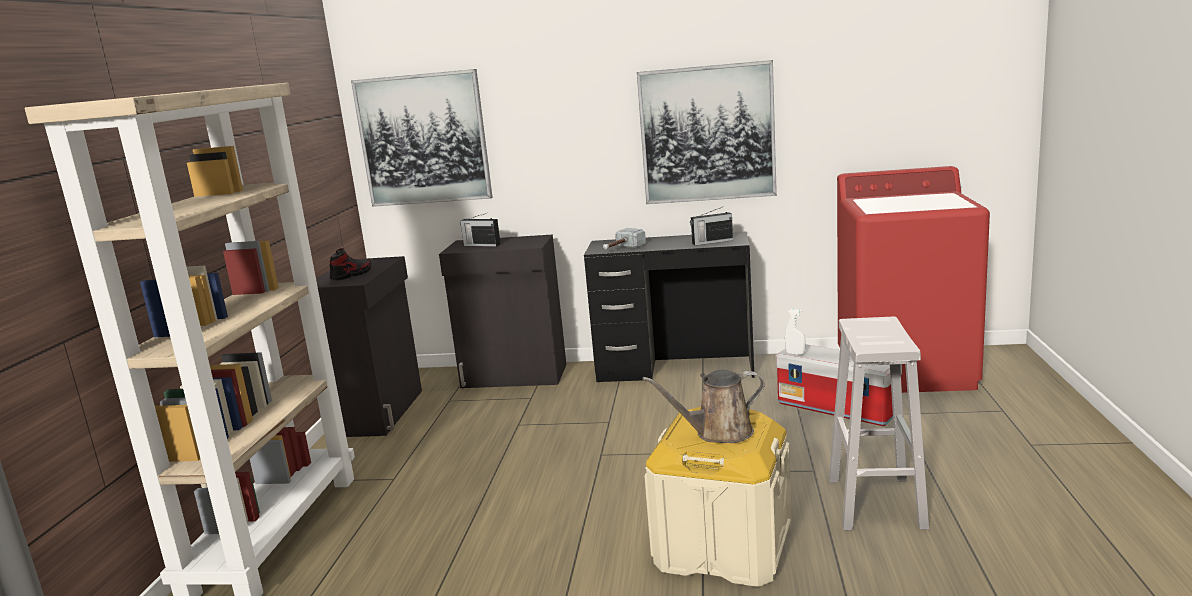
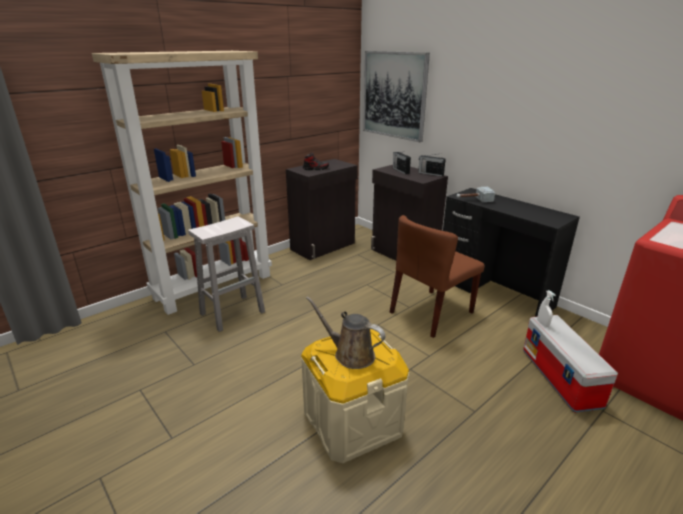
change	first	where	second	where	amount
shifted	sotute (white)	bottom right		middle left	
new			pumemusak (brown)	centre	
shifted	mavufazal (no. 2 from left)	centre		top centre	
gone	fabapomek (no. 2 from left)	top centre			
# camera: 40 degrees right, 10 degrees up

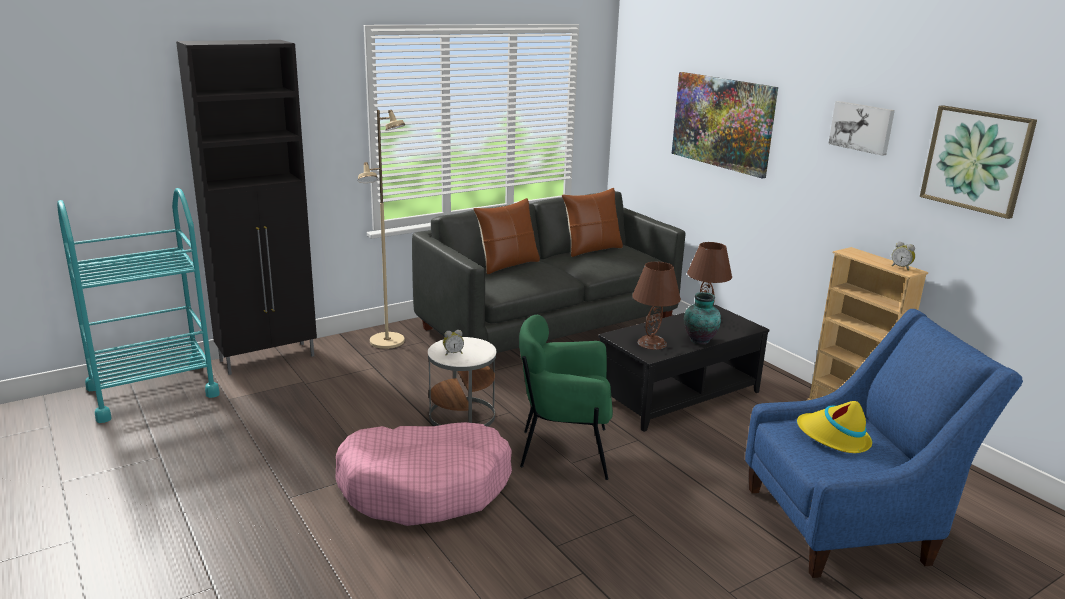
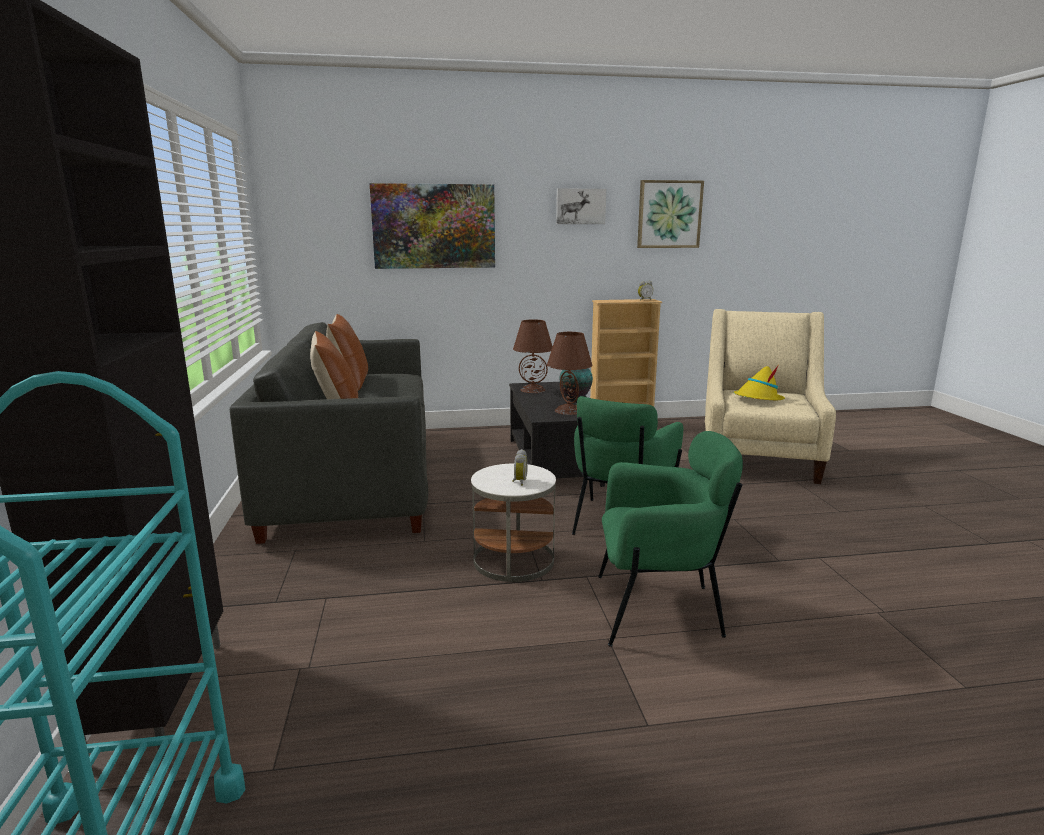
change	first	where	second	where	amount
swapped	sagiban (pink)	bottom centre	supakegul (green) (no. 2 from left)	centre	
repainted	supakegul (blue)	bottom right	supakegul (beige)	middle right	
gone	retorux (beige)	centre			
# camera: 65 degrees left, 5 degrees down

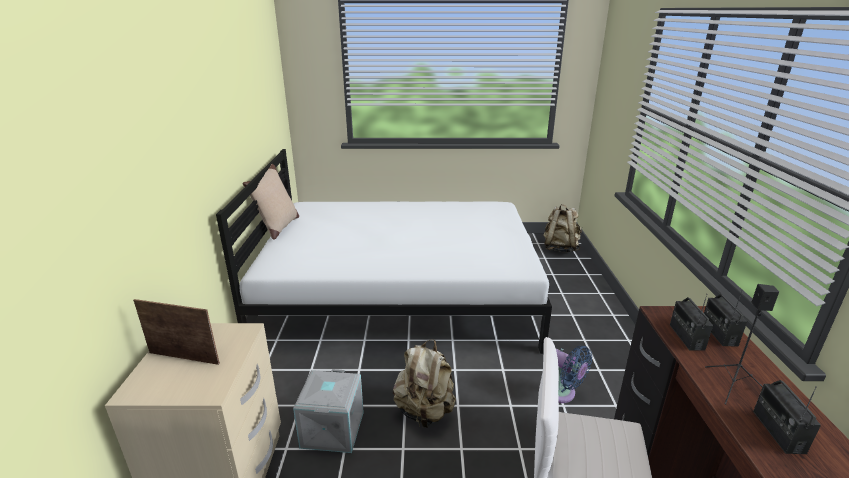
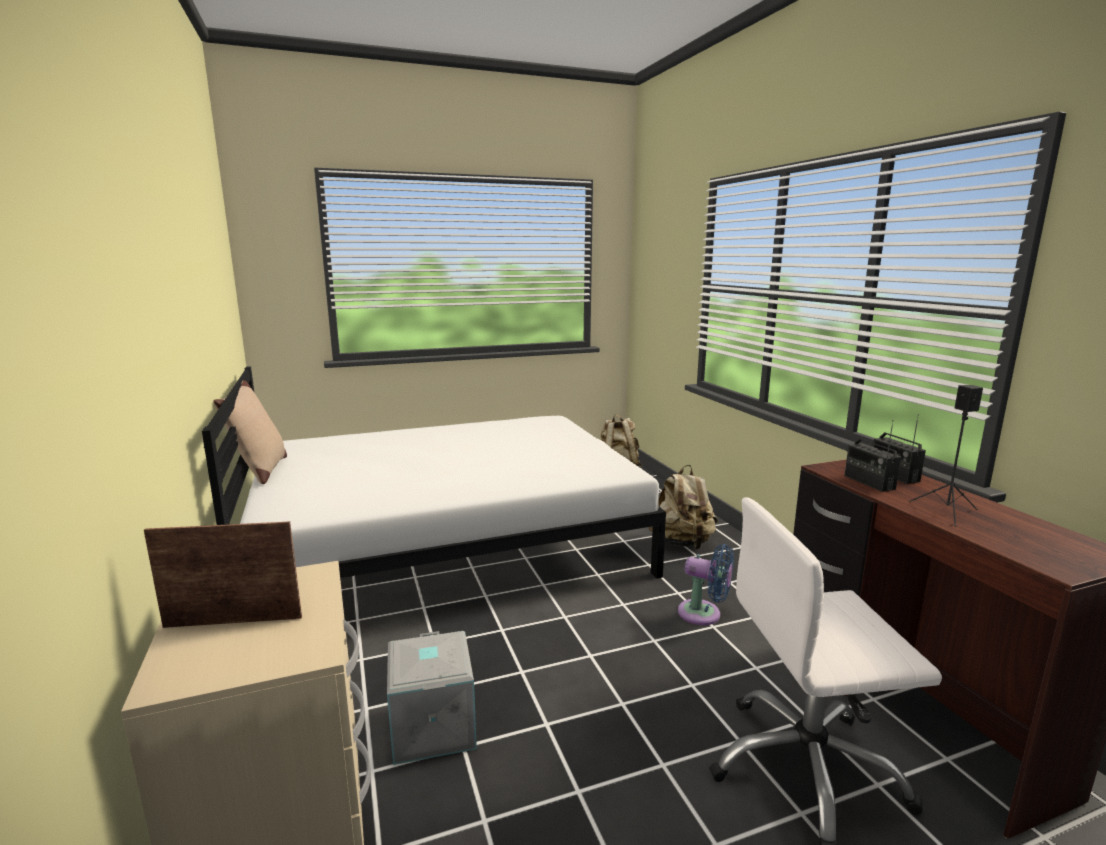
change	first	where	second	where	amount
shifted	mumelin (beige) (no. 1 from left in the first image)	bottom centre	mumelin (beige) (no. 2 from left)	centre	
gone	mavufazal (no. 3 from left)	bottom right			
# camera: 20 degrees left, 10 degrees down

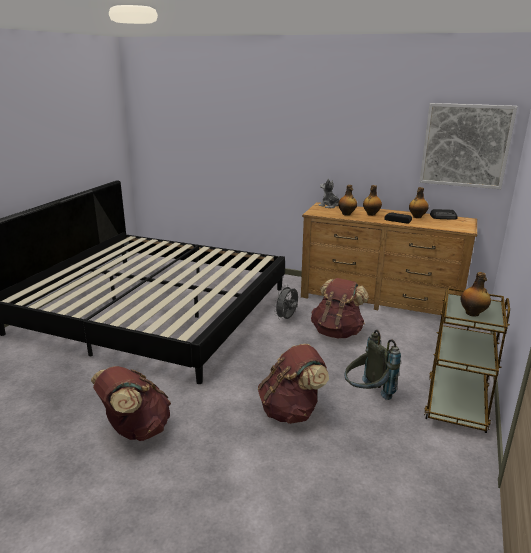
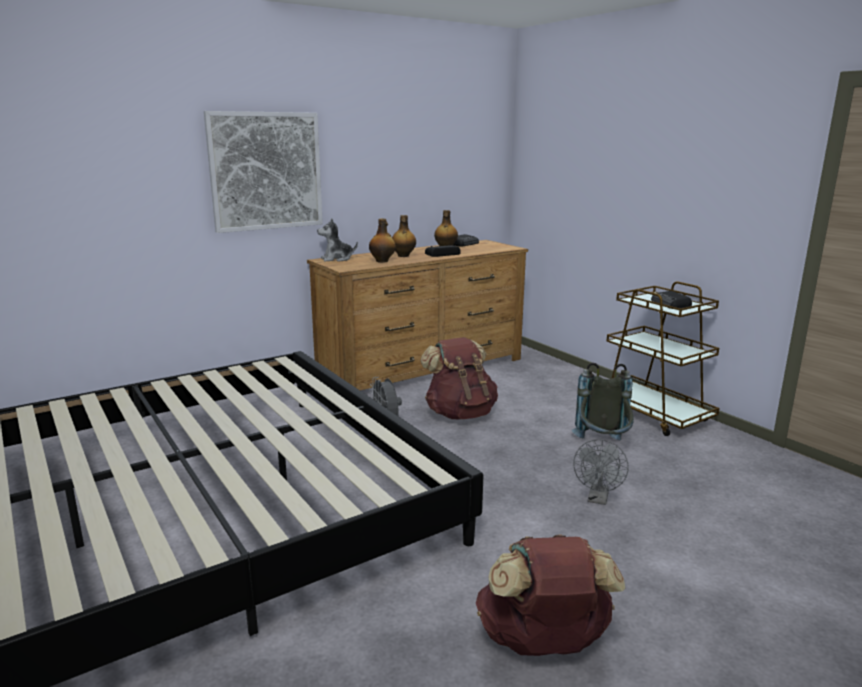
change	first	where	second	where	amount
shifted	fabapomek	top right		top left	
swapped	mumelin (brown) (no. 2 from left)	bottom centre	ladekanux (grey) (no. 2 from left)	bottom right	
swapped	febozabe (no. 4 from left)	middle right	mavufazal (no. 3 from left)	middle right	
# camera: 55 degrees left, 5 degrees down

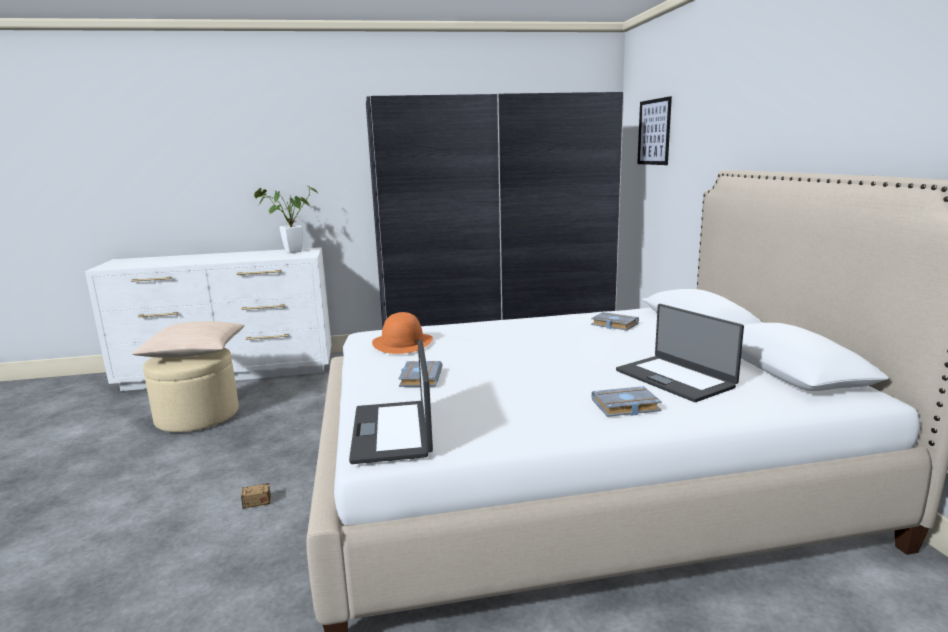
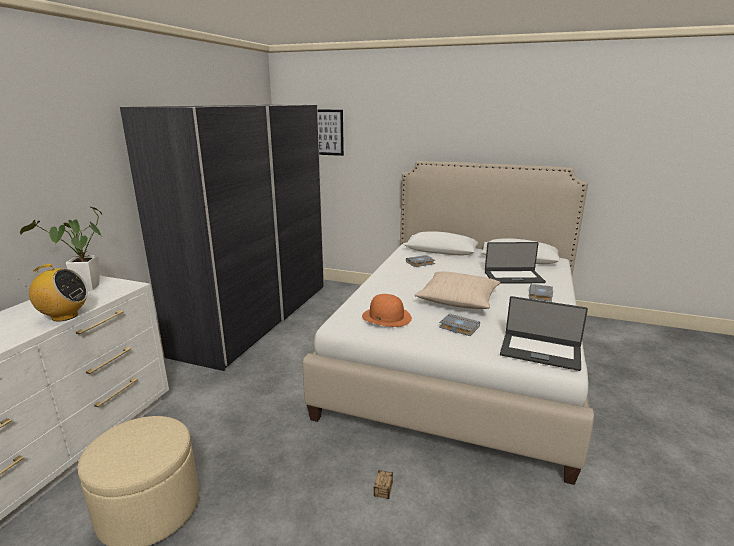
change	first	where	second	where	amount
new			mavufazal	middle left	
shifted	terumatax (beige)	middle left		centre	
# camera: 60 degrees left, 5 degrees up

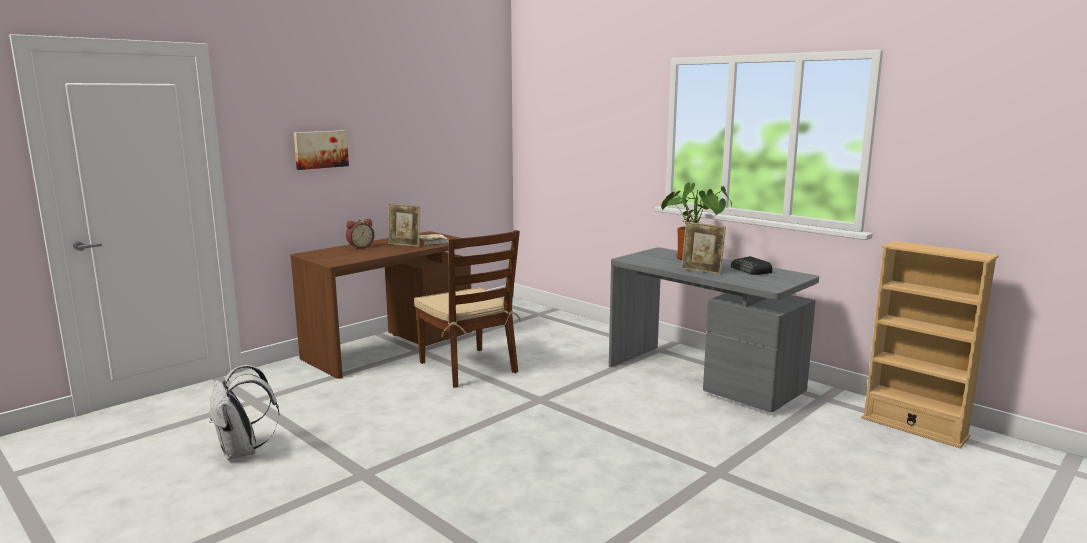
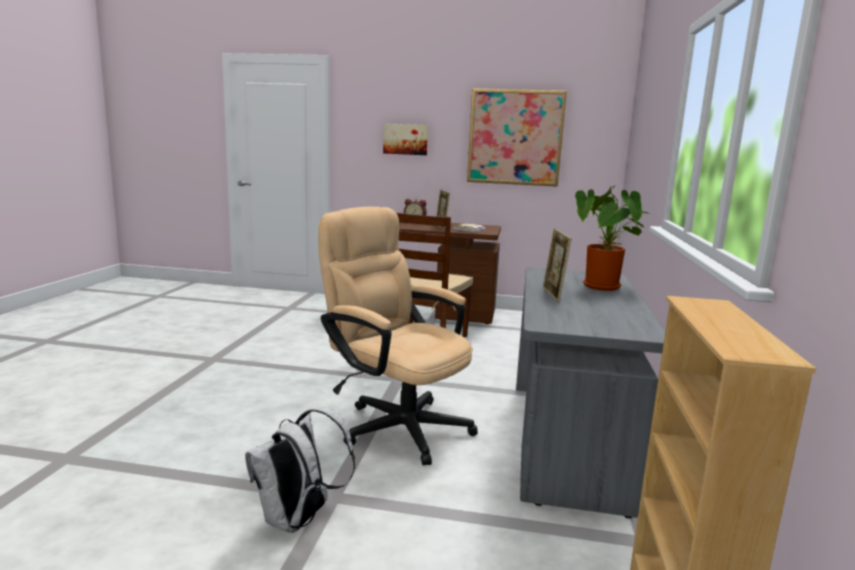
change	first	where	second	where	amount
shifted	mumelin (white)	bottom left		bottom centre	
new			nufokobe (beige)	centre	
new			fabapomek (no. 2 from left)	top centre	
gone	mavufazal	middle right			
# camera: 55 degrees right, 0 degrees up

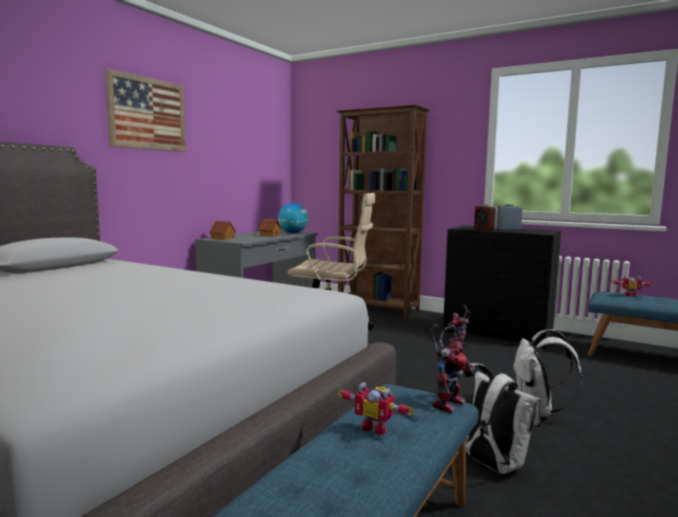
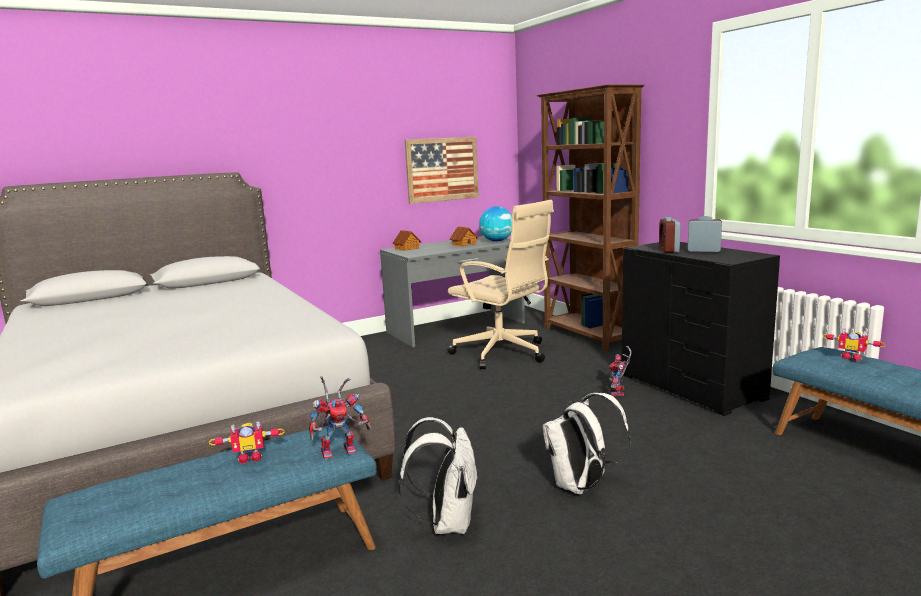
change	first	where	second	where	amount
rotated	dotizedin (no. 1 from left)	bottom centre		bottom left	75 degrees counterclockwise
shifted	fabapomek	top left		top centre	
# camera: 30 degrees right, 5 degrees up

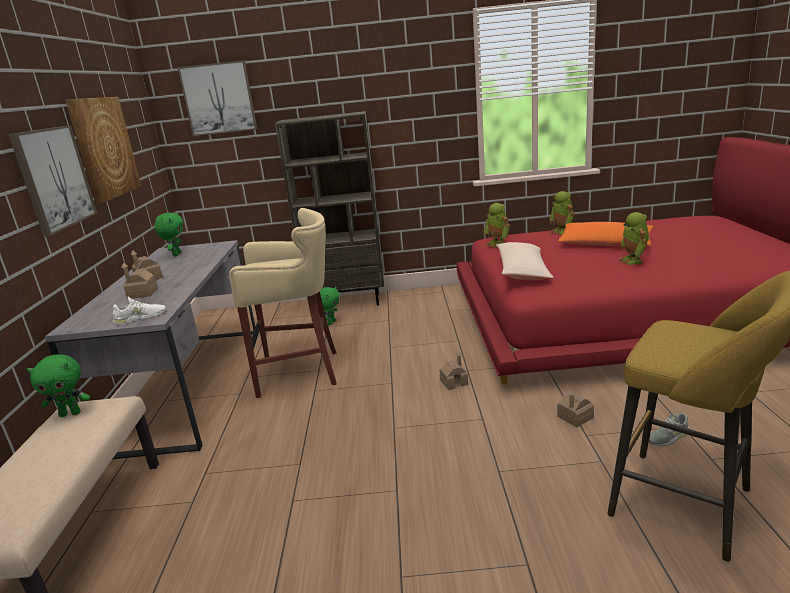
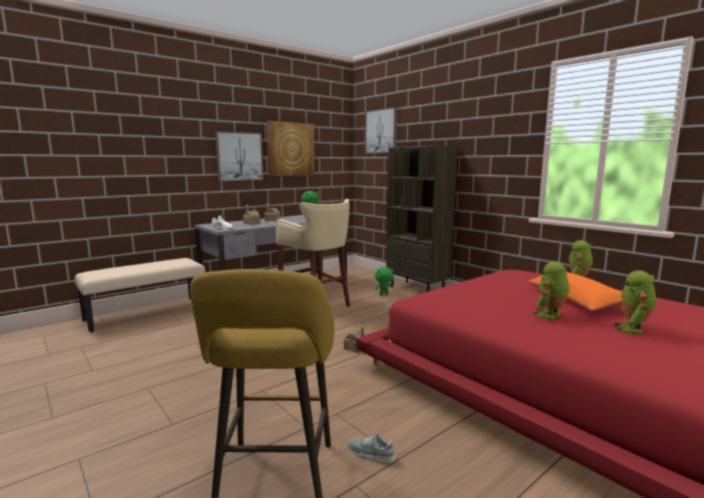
change	first	where	second	where	amount
shifted	dotizedin (no. 1 from left in the first image)	centre	dotizedin (no. 3 from left)	middle right	
gone	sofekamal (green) (no. 1 from left)	middle left			
gone	terumatax (beige)	centre			
gone	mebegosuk (no. 4 from left)	bottom right			
# camera: 50 degrees right, 10 degrees down

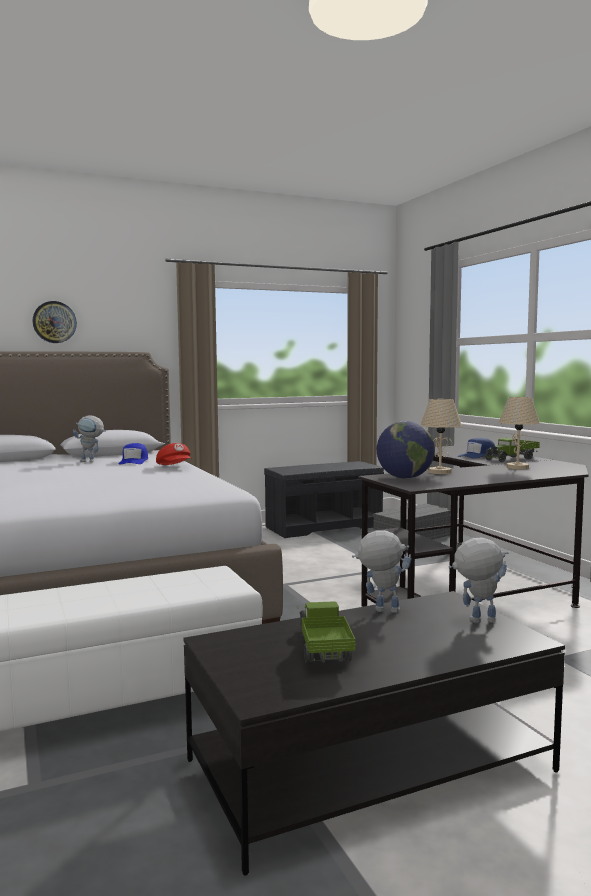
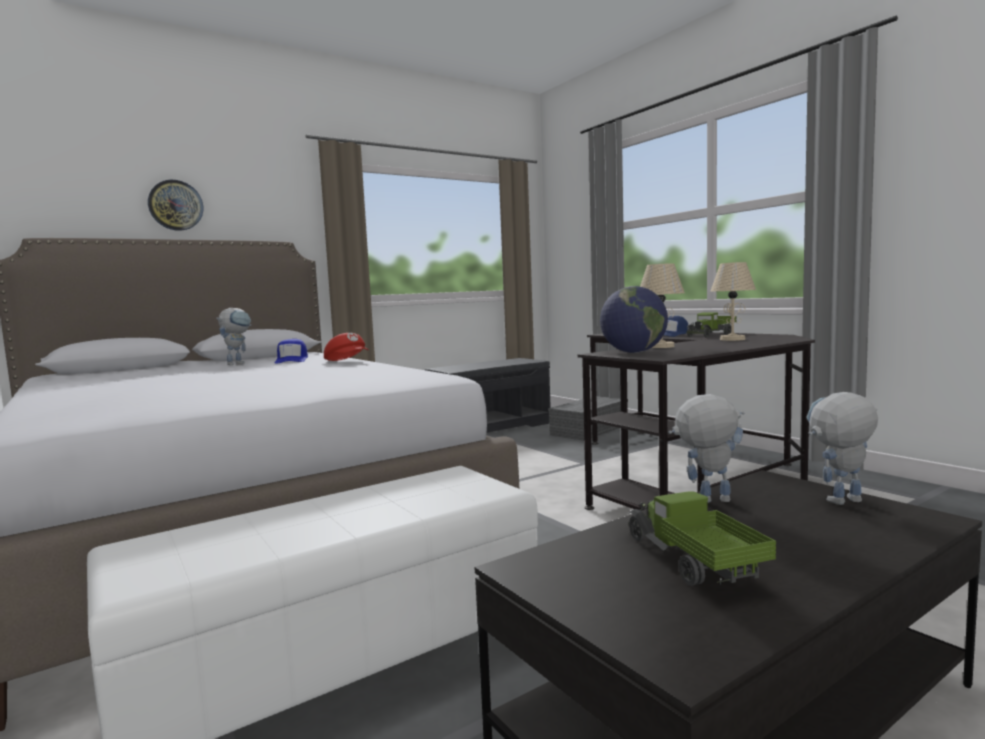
change	first	where	second	where	amount
rotated	dotizedin (no. 1 from left)	middle left		middle left	60 degrees counterclockwise
# camera: 10 degrees left, 0 degrees up

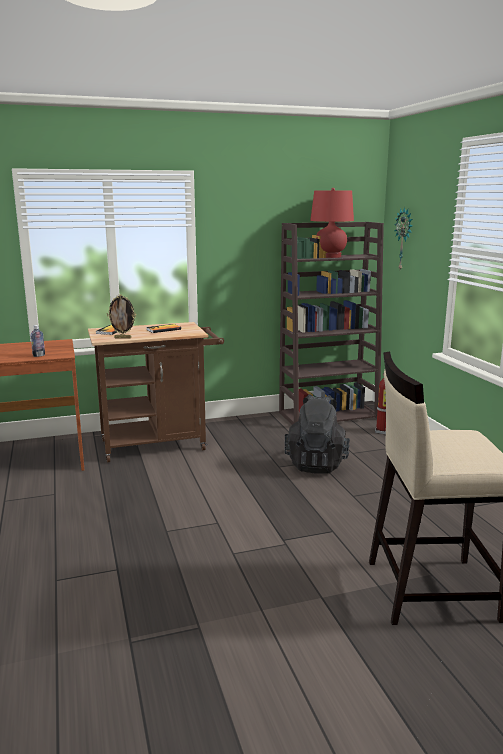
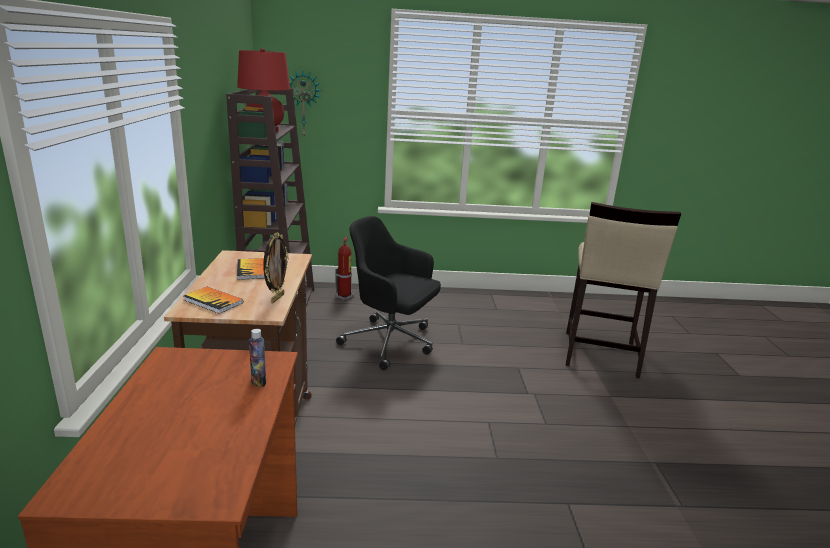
change	first	where	second	where	amount
swapped	mumelin (black)	centre	nufokobe (black)	centre	
# camera: 75 degrees left, 5 degrees up

